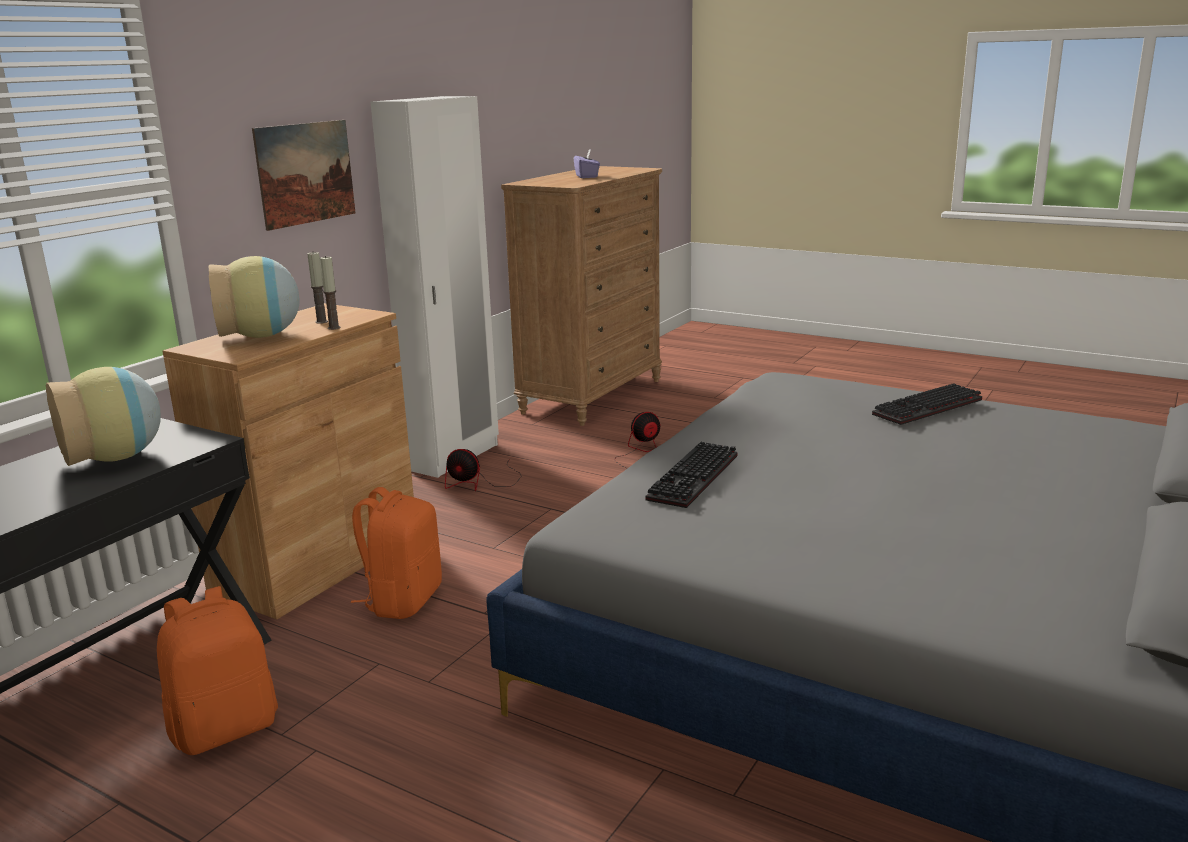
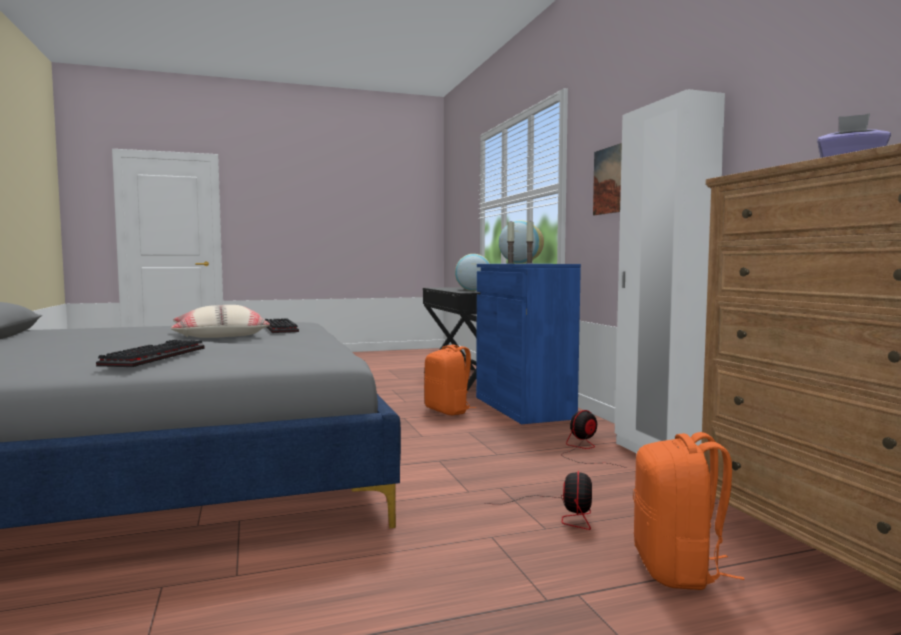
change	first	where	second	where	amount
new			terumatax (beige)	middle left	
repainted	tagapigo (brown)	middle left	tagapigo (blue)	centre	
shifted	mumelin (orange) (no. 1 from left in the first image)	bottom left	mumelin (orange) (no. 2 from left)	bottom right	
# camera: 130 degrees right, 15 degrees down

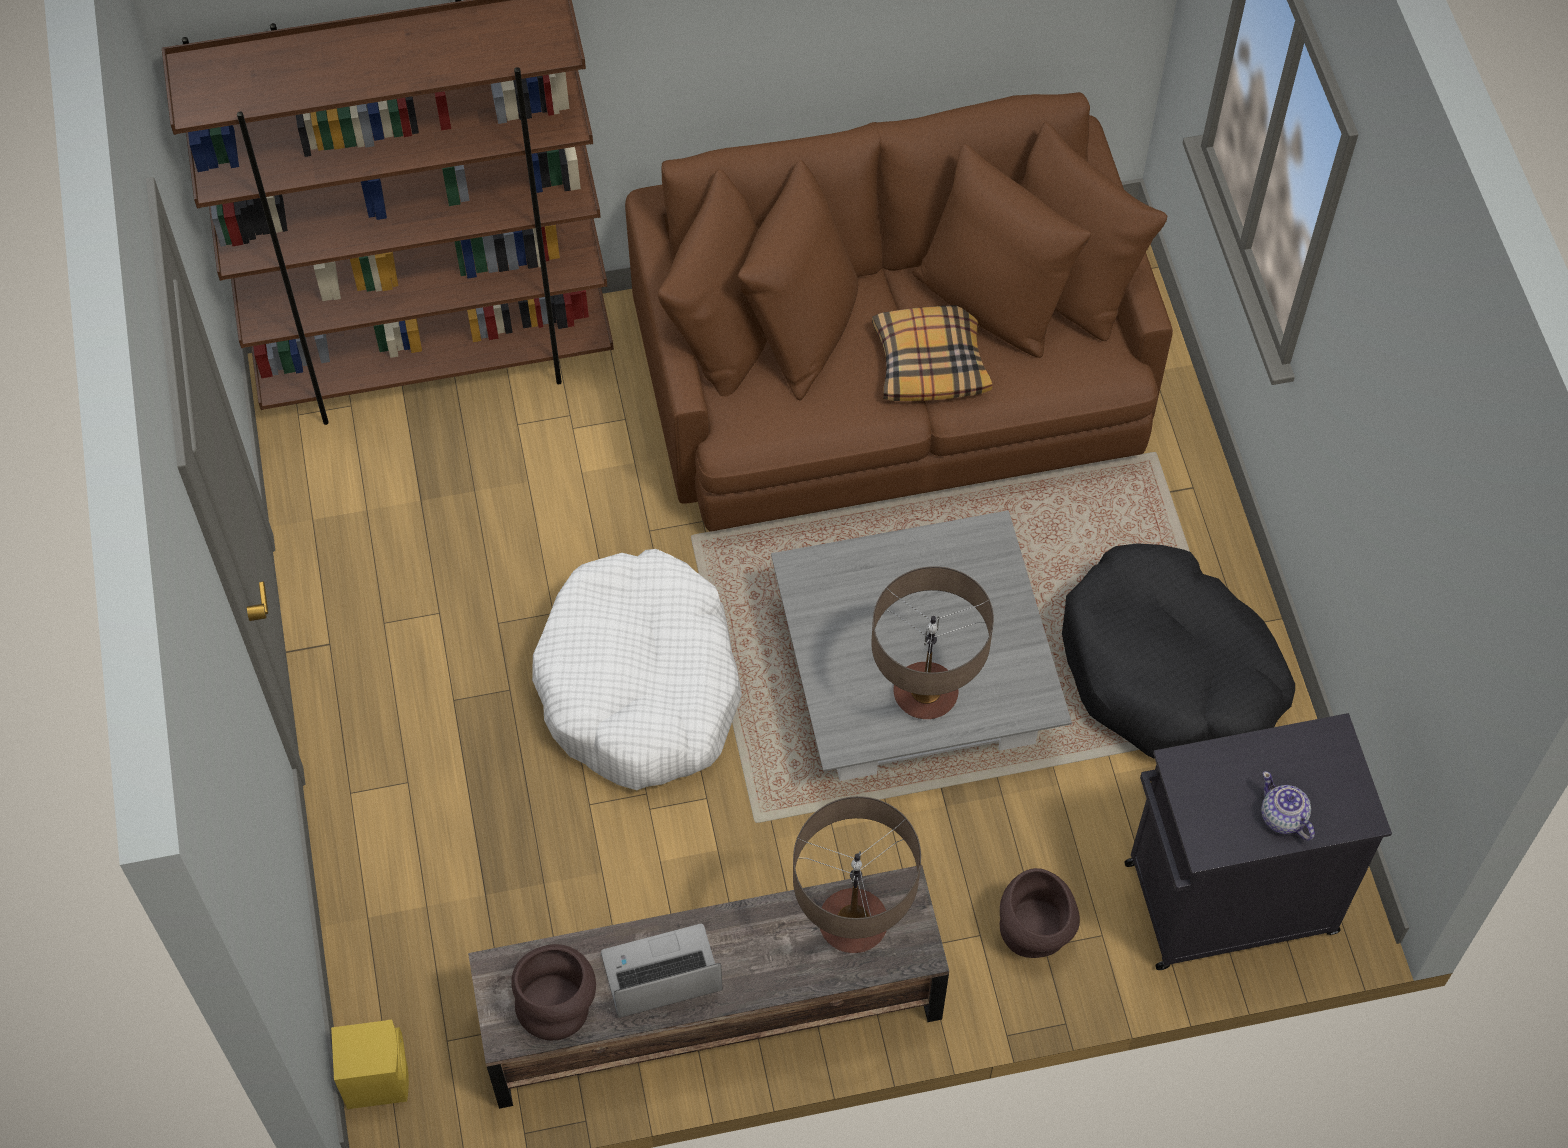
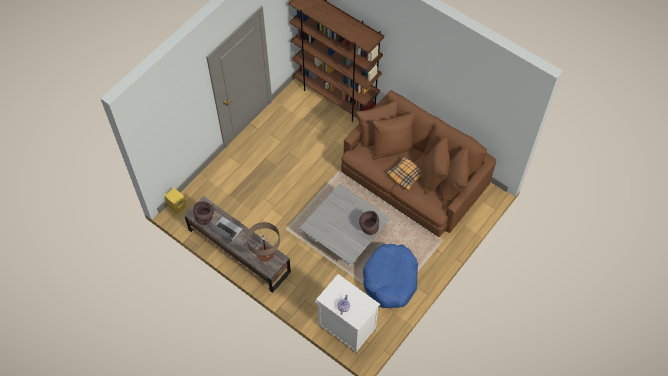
change	first	where	second	where	amount
repainted	tagapigo (black)	bottom right	tagapigo (white)	bottom centre	
shifted	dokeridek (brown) (no. 2 from left)	bottom centre		centre	
repainted	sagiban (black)	middle right	sagiban (blue)	bottom centre	
gone	sagiban (white)	centre			
gone	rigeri (no. 2 from left)	centre			
# camera: 50 degrees right, 0 degrees up

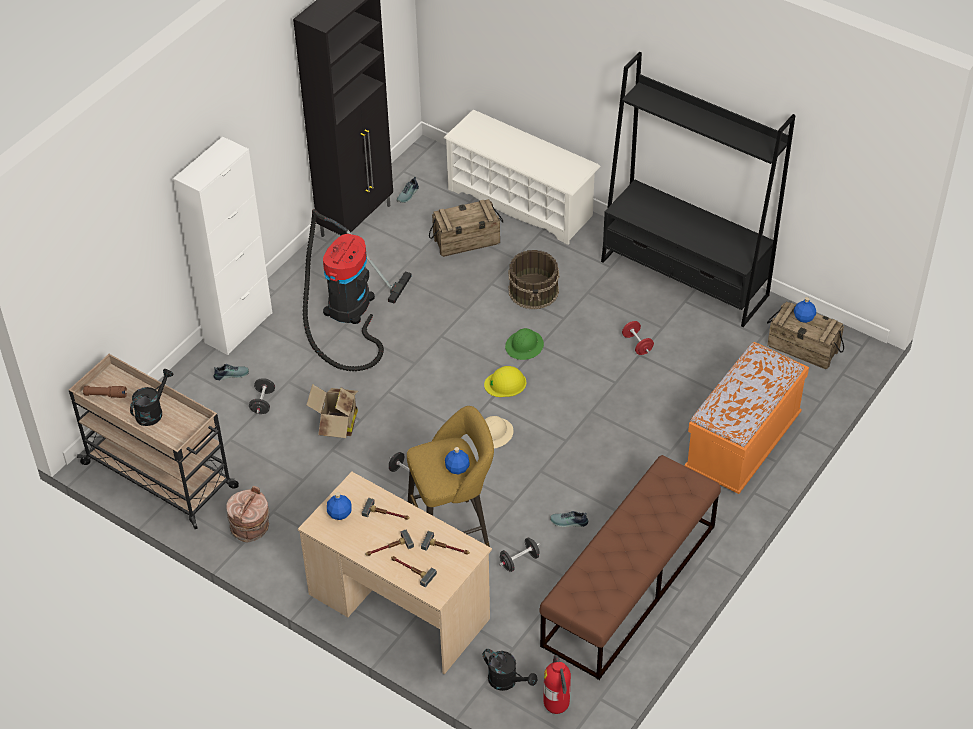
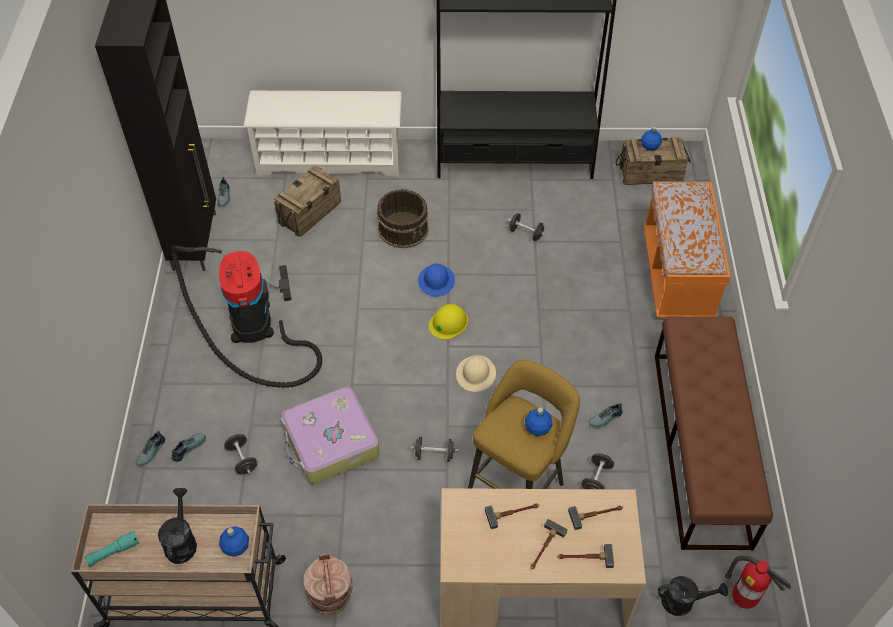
change	first	where	second	where	amount
repainted	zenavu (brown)	middle left	zenavu (turquoise)	bottom left	
new			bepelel (no. 1 from left)	bottom left	
shifted	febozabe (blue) (no. 1 from left)	bottom centre		bottom left	
swapped	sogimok	centre	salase	bottom centre	
repainted	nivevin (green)	centre	nivevin (blue)	centre	
repainted	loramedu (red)	centre	loramedu (black) (no. 3 from left)	centre	
gone	tagapigo (white)	middle left			
# camera: 35 degrees left, 5 degrees up

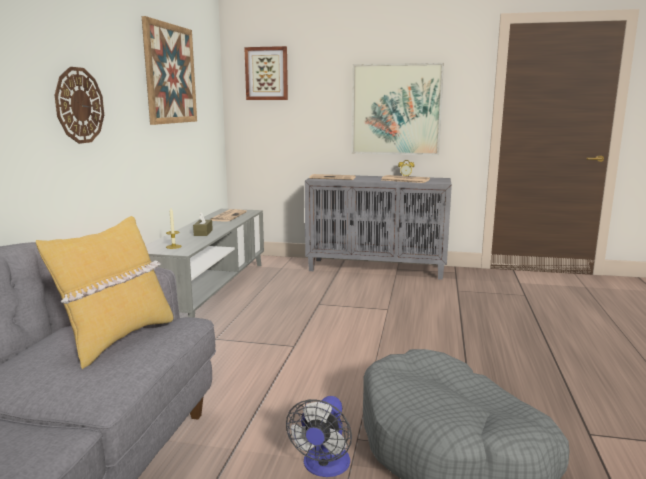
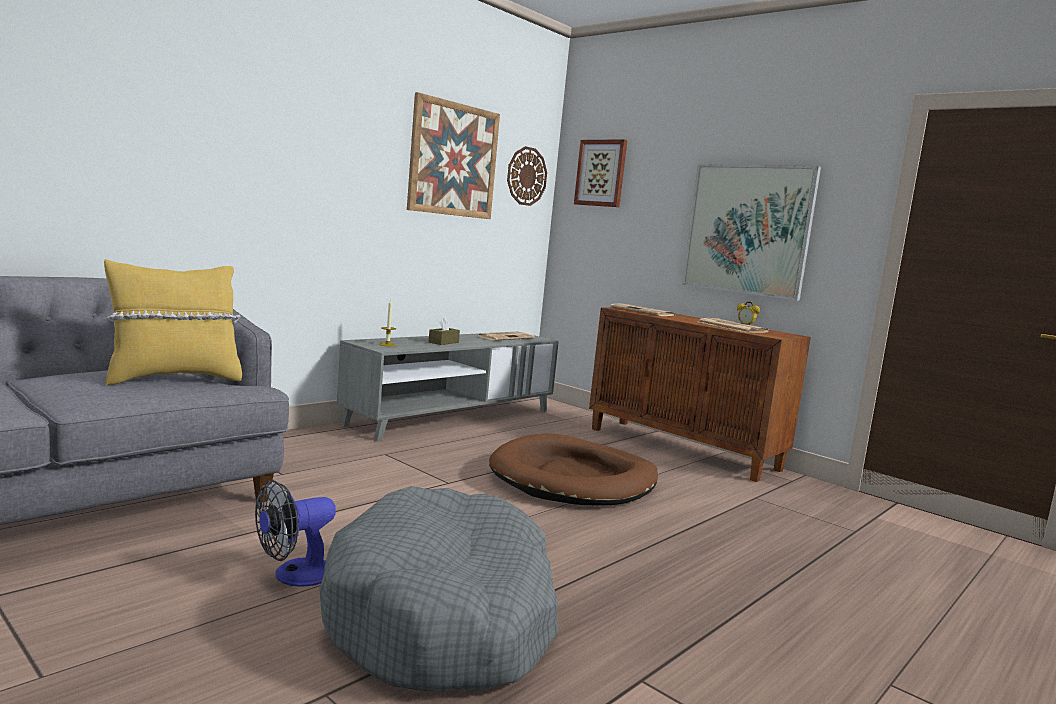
change	first	where	second	where	amount
new			sagiban (brown)	bottom centre	
shifted	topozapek	top left		top centre	
repainted	tagapigo (grey)	centre	tagapigo (brown)	centre	
# camera: 30 degrees right, 5 degrees down

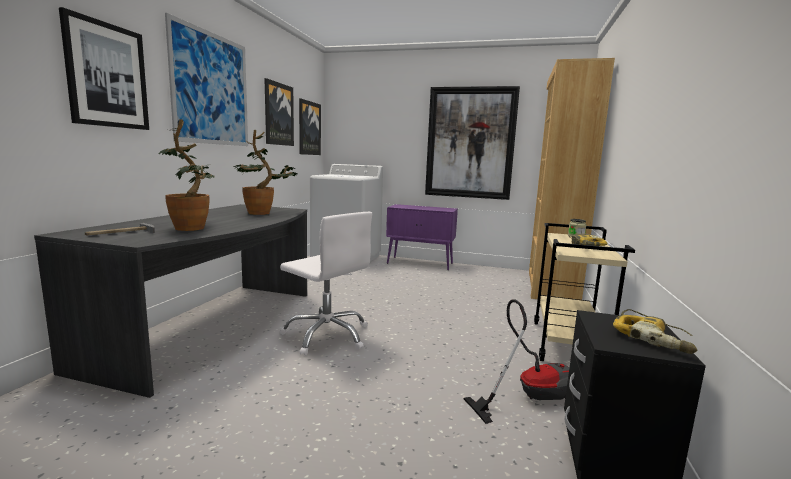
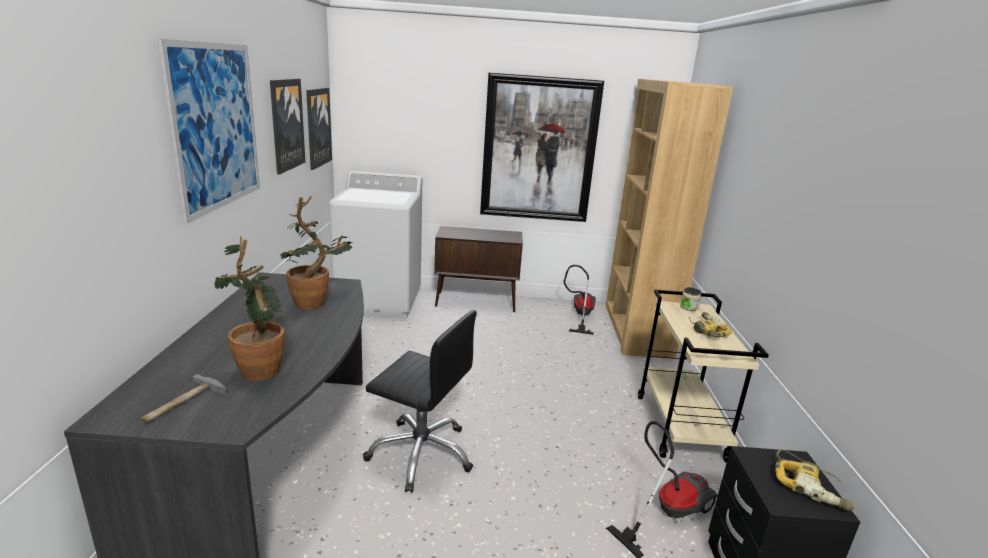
change	first	where	second	where	amount
repainted	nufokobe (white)	centre	nufokobe (black)	bottom centre	
repainted	tagapigo (purple)	centre	tagapigo (brown)	centre	
new			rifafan (no. 1 from left)	centre	
gone	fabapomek (no. 1 from left)	top left			
# camera: 15 degrees left, 10 degrees up

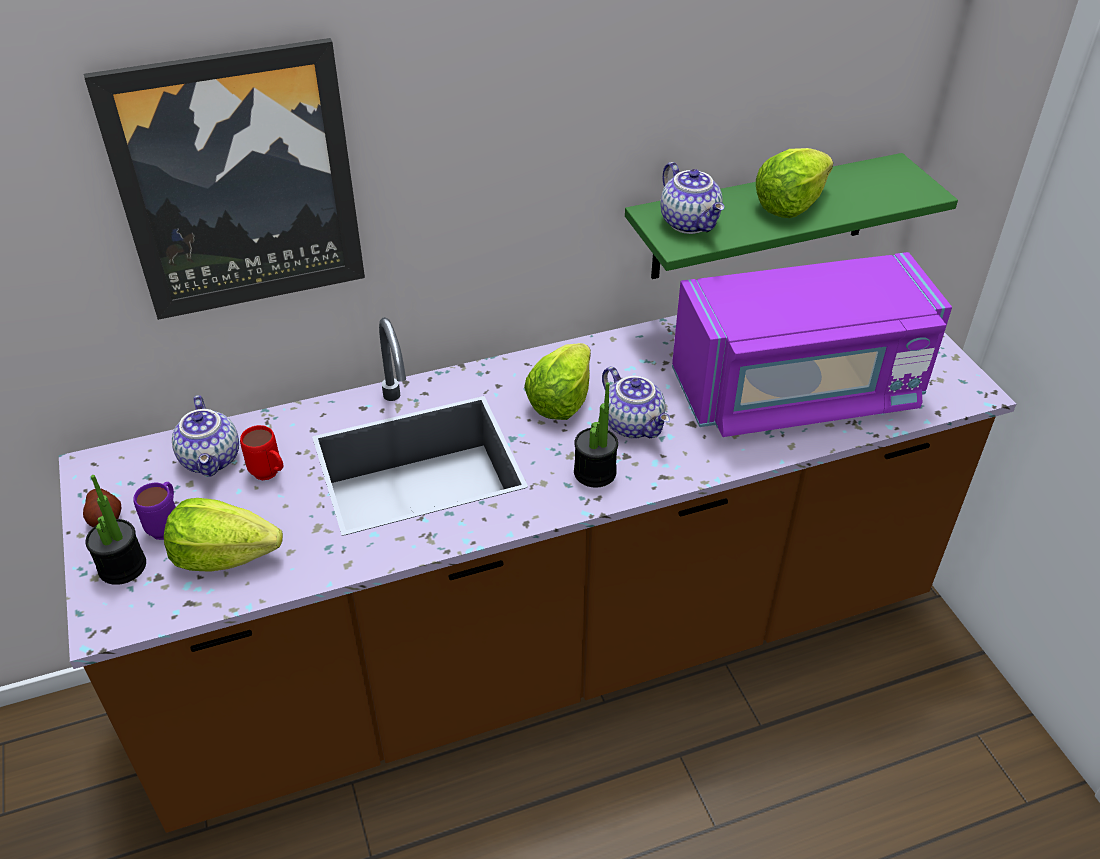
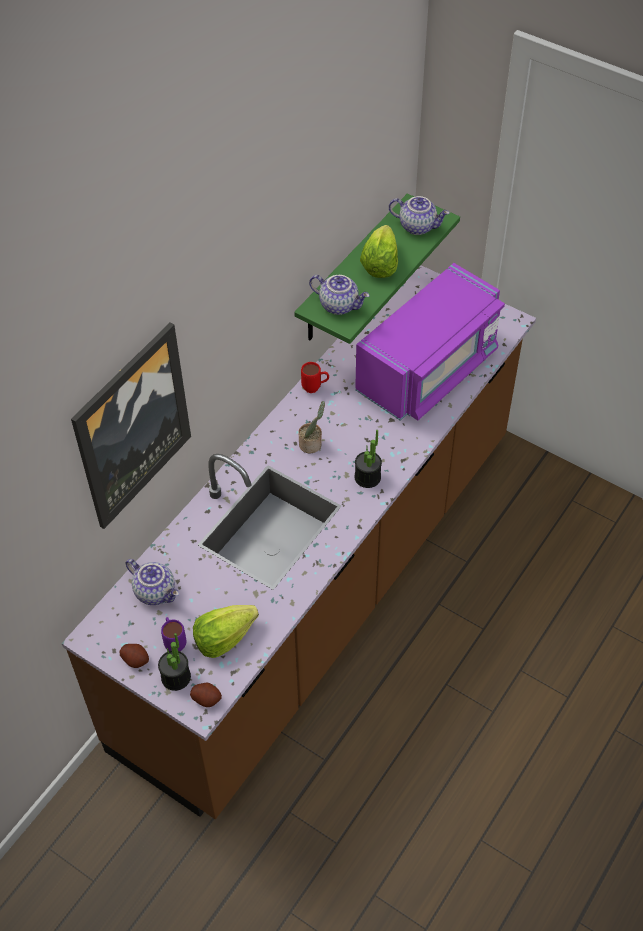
change	first	where	second	where	amount
new			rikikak (no. 2 from left)	bottom left	
swapped	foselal (no. 2 from left)	centre	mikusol (no. 2 from left)	centre	
shifted	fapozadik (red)	middle left		centre	
shifted	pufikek (no. 2 from left in the first image)	centre	pufikek (no. 3 from left)	top centre	
# camera: 35 degrees left, 10 degrees up

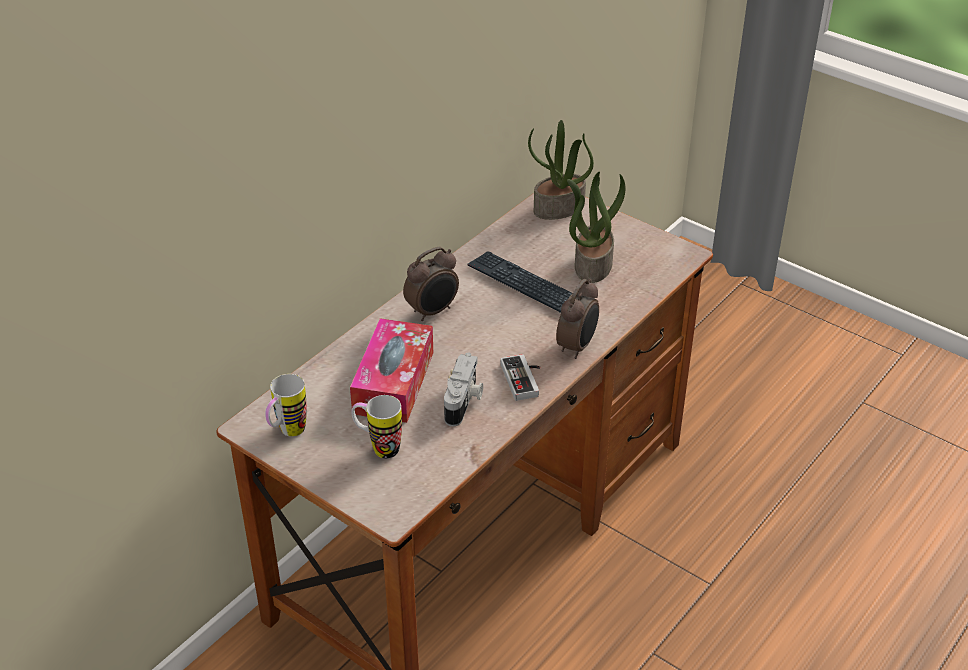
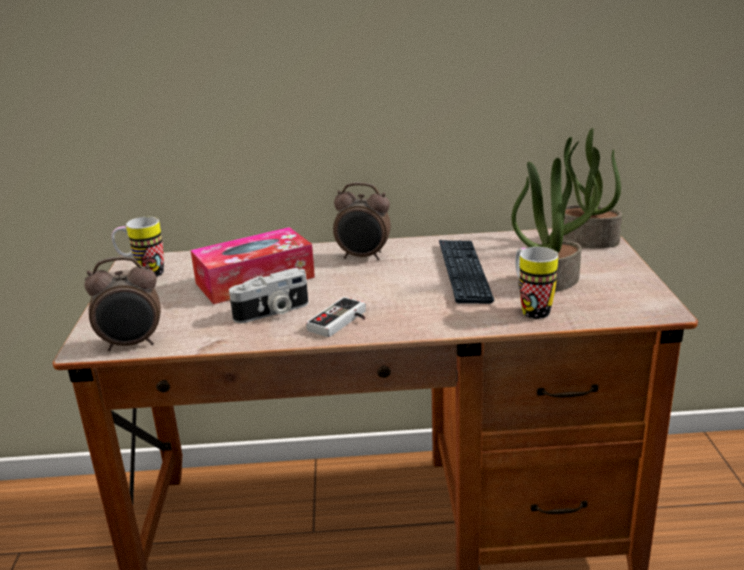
change	first	where	second	where	amount
shifted	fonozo (no. 2 from left in the first image)	centre	fonozo (no. 1 from left)	middle left	
shifted	fapozadik (no. 2 from left)	centre		middle right	
# camera: 50 degrees right, 15 degrees down

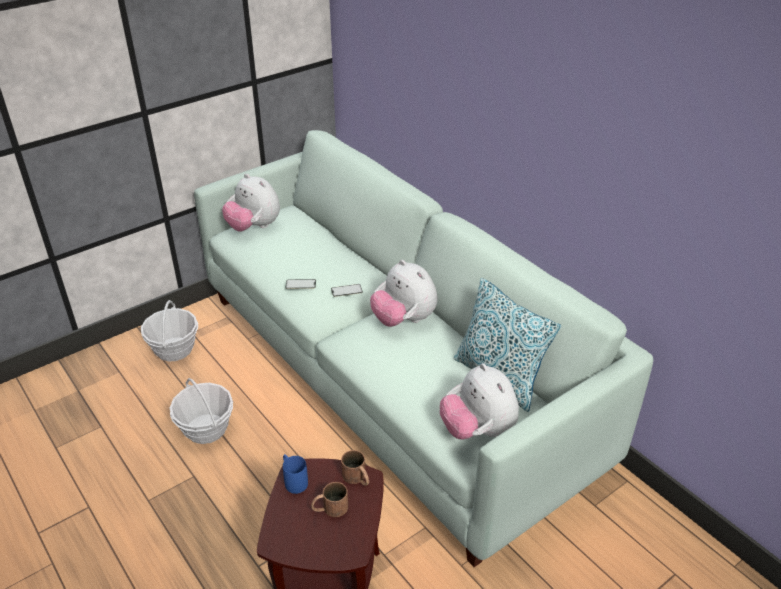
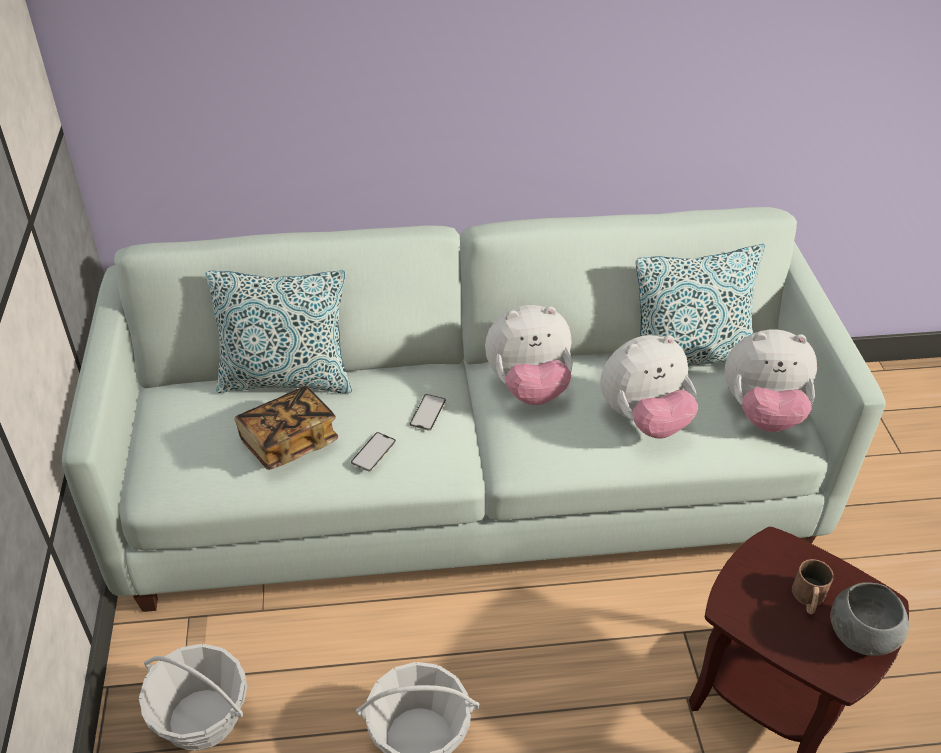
change	first	where	second	where	amount
new			terumatax (no. 1 from left)	middle left	
new			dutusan	middle left	
shifted	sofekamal (no. 1 from left in the first image)	middle left	sofekamal (no. 2 from left)	middle right	
new			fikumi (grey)	bottom right	
gone	fapozadik (blue)	bottom centre			
gone	fapozadik (brown) (no. 2 from left)	bottom centre			
# camera: 60 degrees left, 5 degrees up

